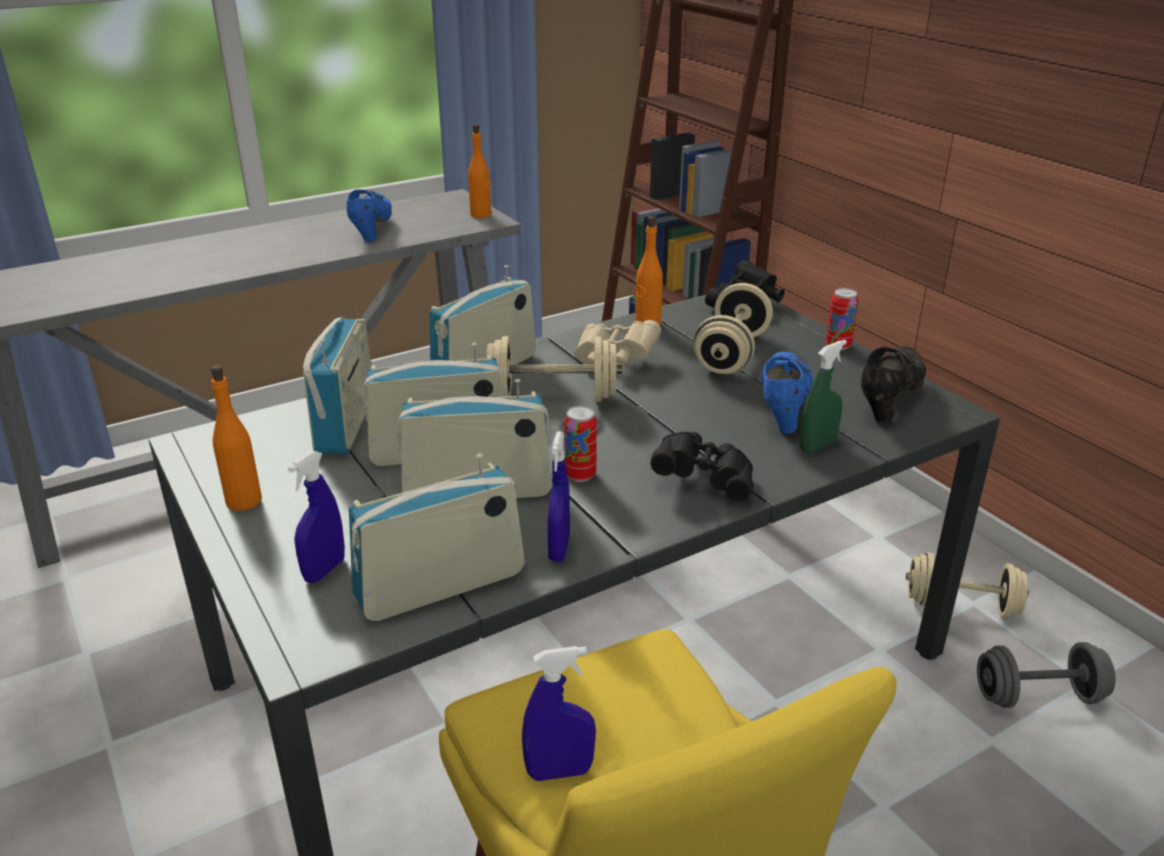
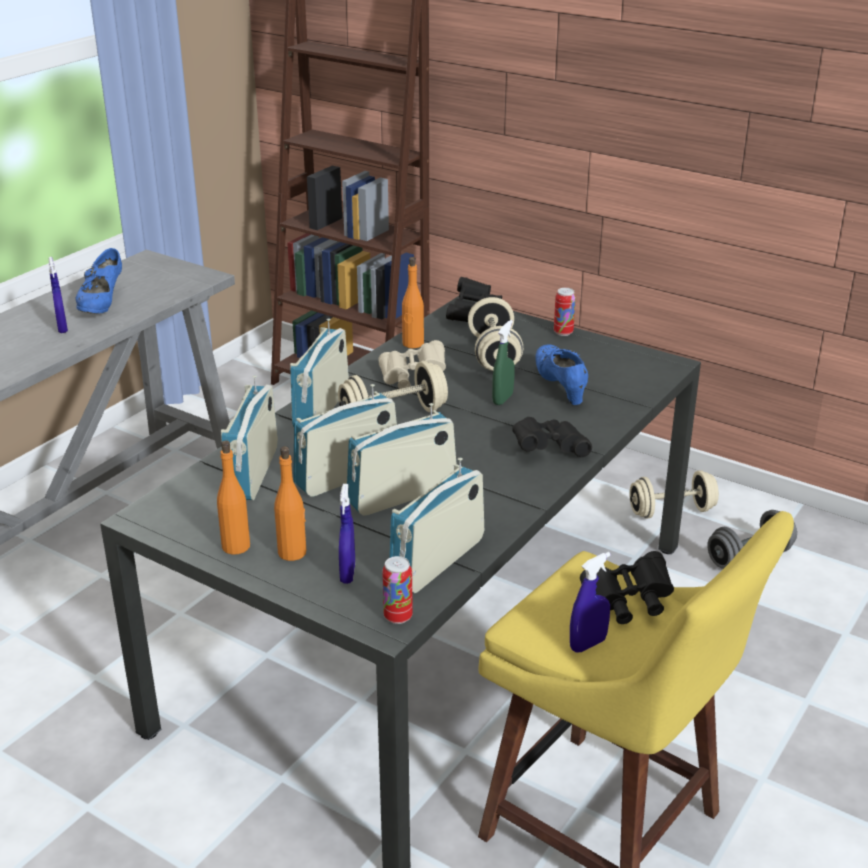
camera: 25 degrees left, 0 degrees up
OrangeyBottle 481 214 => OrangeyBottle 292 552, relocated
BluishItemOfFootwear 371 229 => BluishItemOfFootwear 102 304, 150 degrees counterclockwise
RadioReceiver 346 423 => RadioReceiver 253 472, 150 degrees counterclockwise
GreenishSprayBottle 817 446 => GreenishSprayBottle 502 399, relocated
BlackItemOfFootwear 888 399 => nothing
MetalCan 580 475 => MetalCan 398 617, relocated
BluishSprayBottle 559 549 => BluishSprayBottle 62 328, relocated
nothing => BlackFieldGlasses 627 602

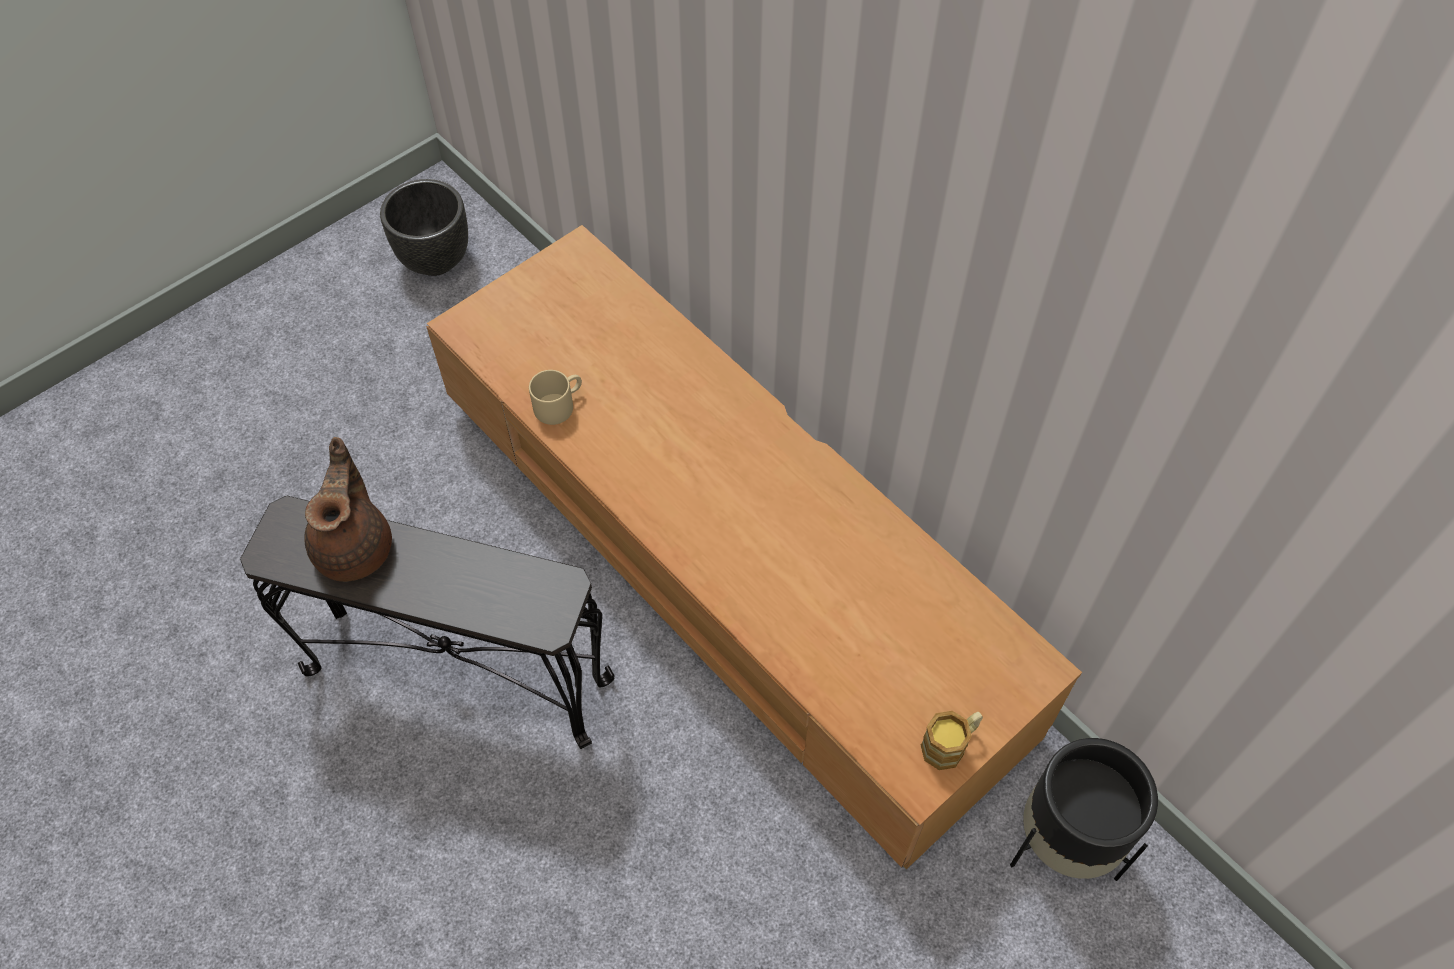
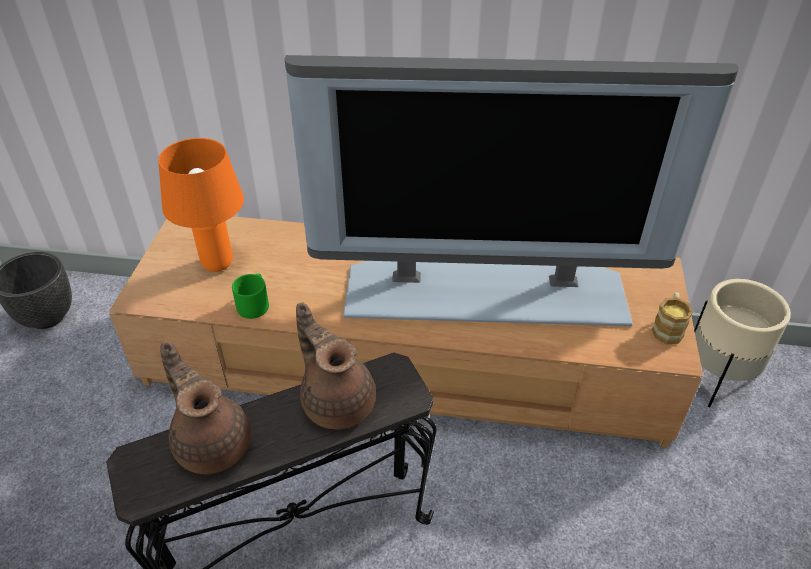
camera: 40 degrees left, 15 degrees down
BeigeTeaMug 559 404 => GreenishTeaMug 254 303
BlackPlanter 1064 844 => BeigePlanter 717 378
nothing => Tv 485 289
nothing => OrangeyLampForATable 218 263
nothing => BrownColouredPotForTea 337 401

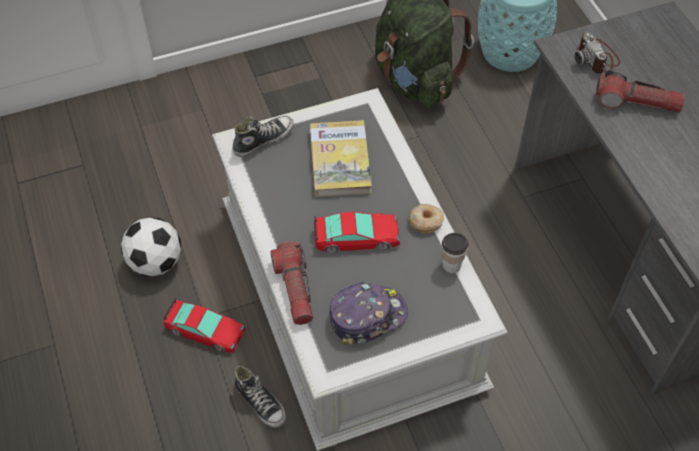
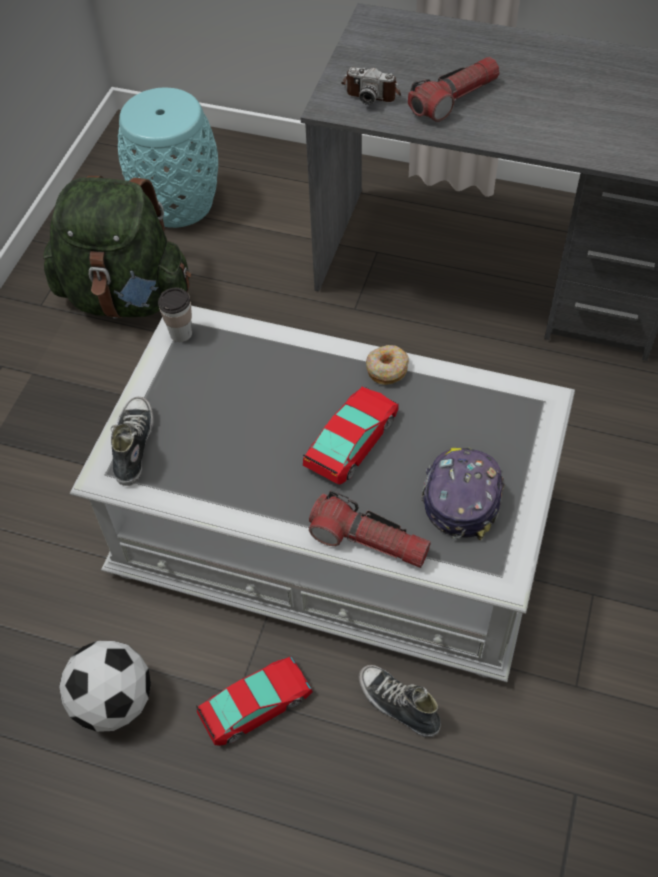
camera: 50 degrees left, 0 degrees up
Book 340 161 => nothing
DrinkingCup 451 265 => DrinkingCup 181 333, relocated
ItemOfFootwear 261 403 => ItemOfFootwear 398 704, 135 degrees counterclockwise

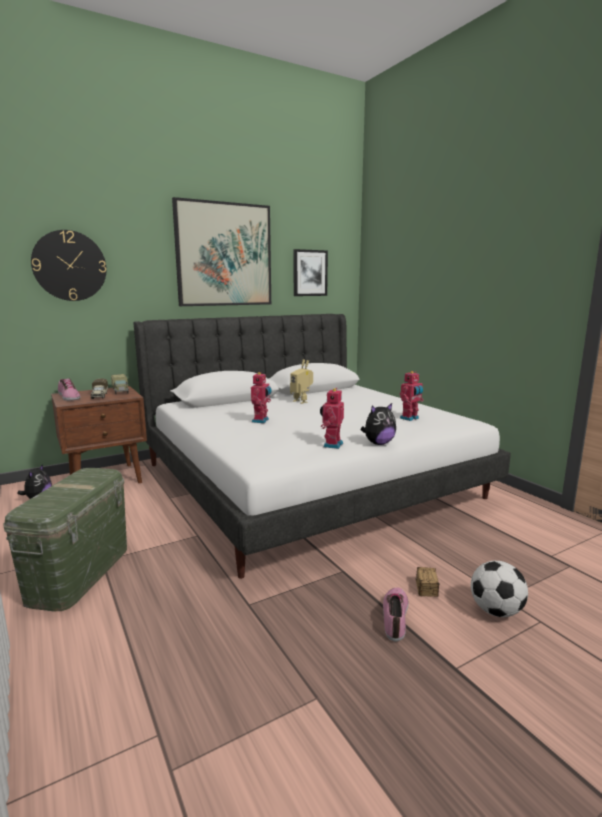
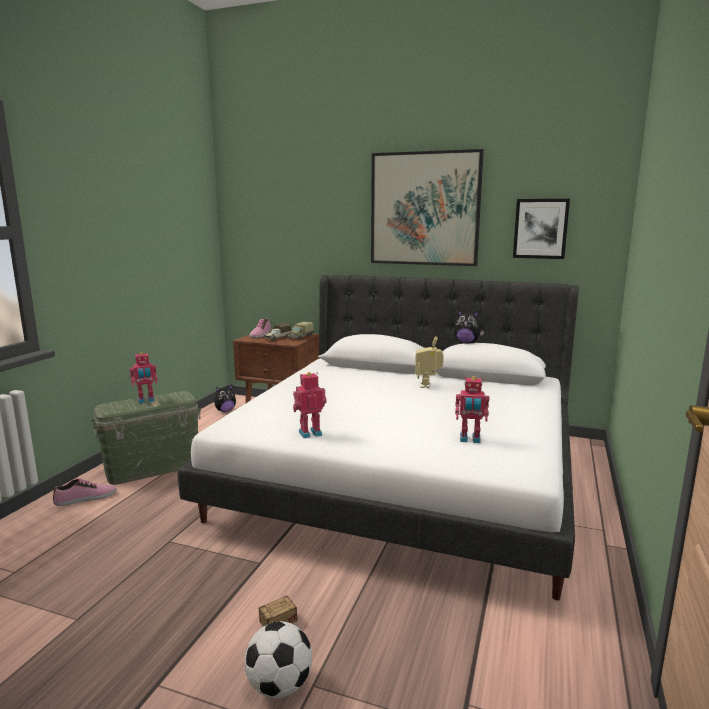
camera: 50 degrees right, 0 degrees up
HangingClock 69 266 => nothing
ModelRobot 261 421 => ModelRobot 146 400, relocated
PlushToy 378 443 => PlushToy 467 342, relocated
ItemOfFootwear 396 616 => ItemOfFootwear 86 498, relocated

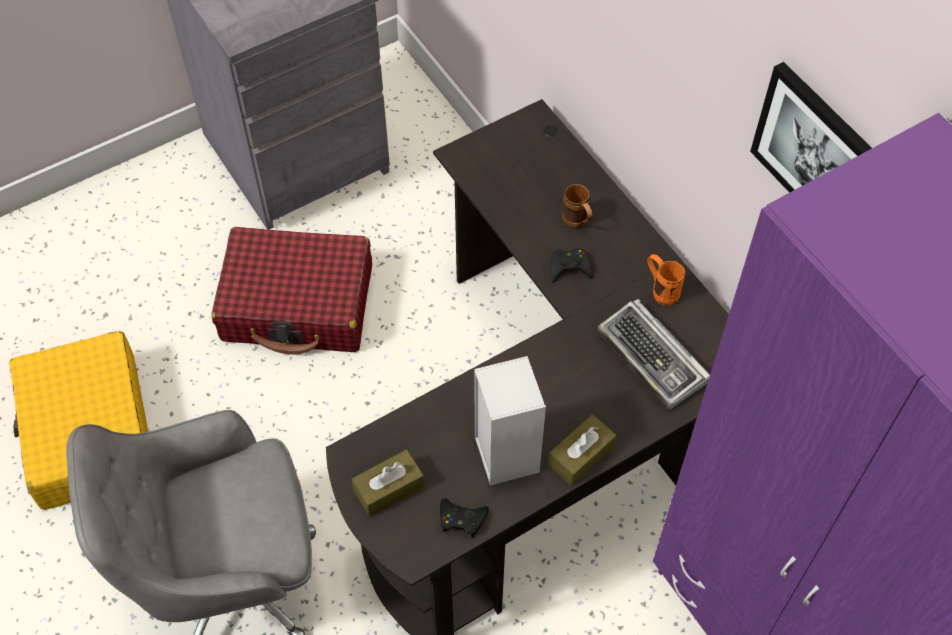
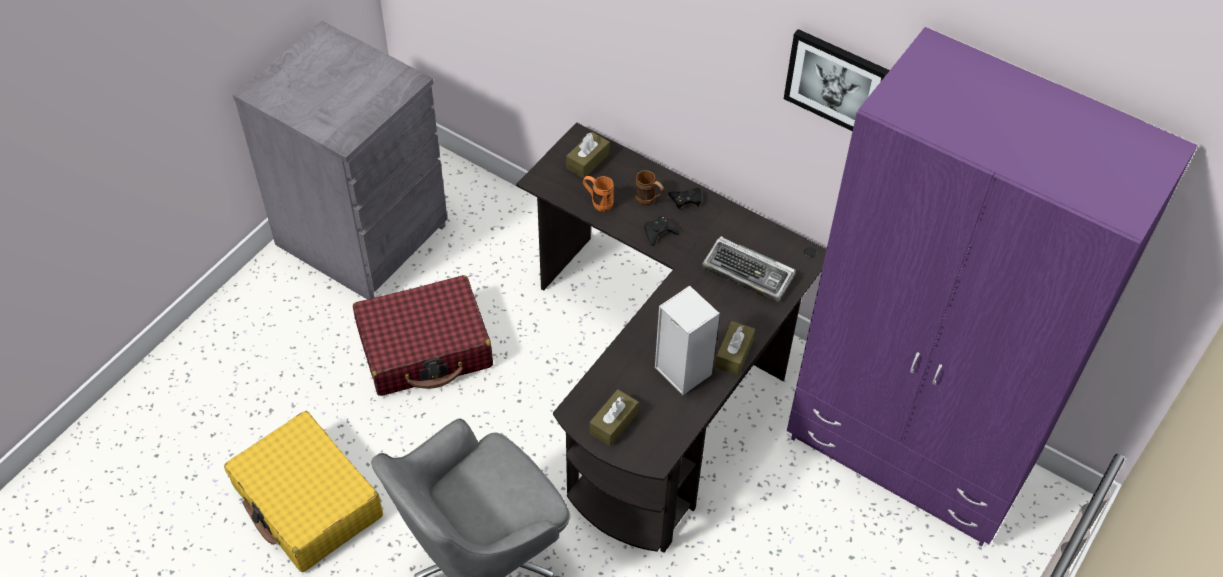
camera: 25 degrees left, 5 degrees down
OrangeyTeaMug 661 290 => OrangeyTeaMug 598 202, relocated
BlackJoypad 462 519 => BlackJoypad 686 200, relocated
nothing => BrownColouredTissueHolder 587 161

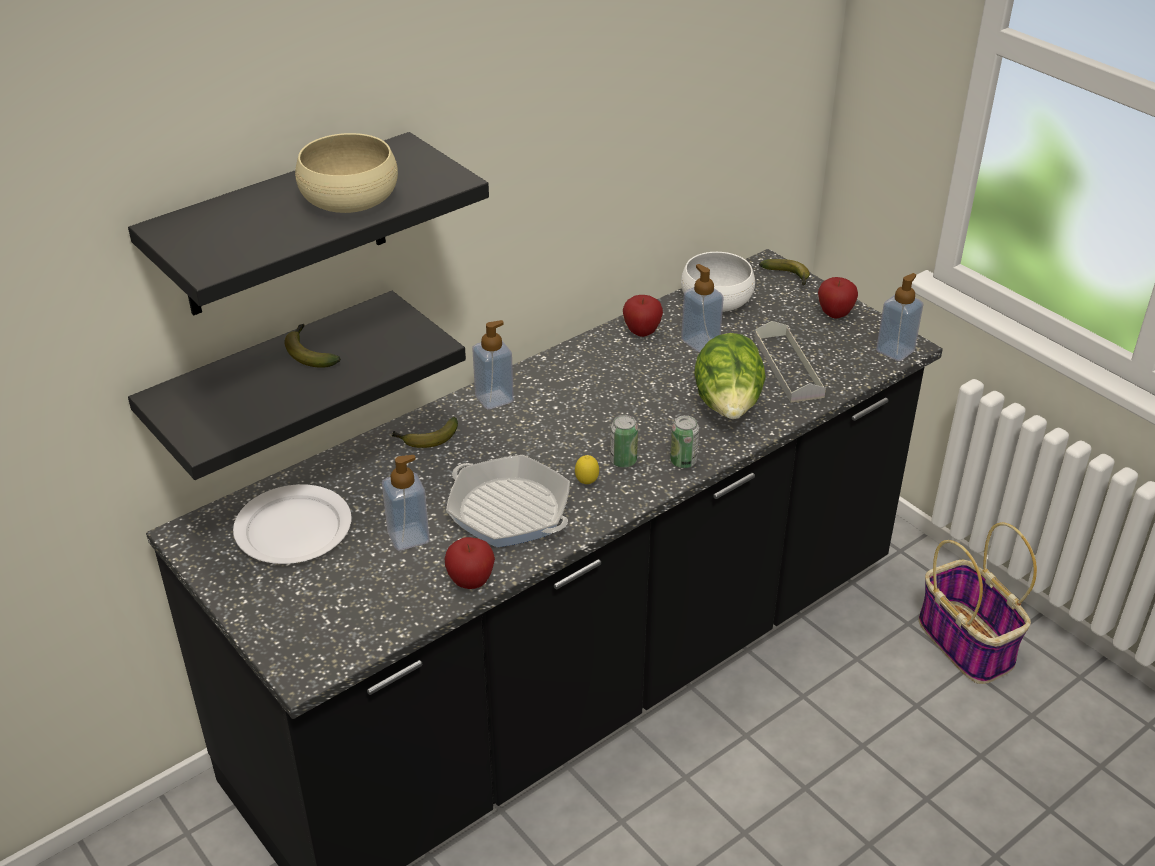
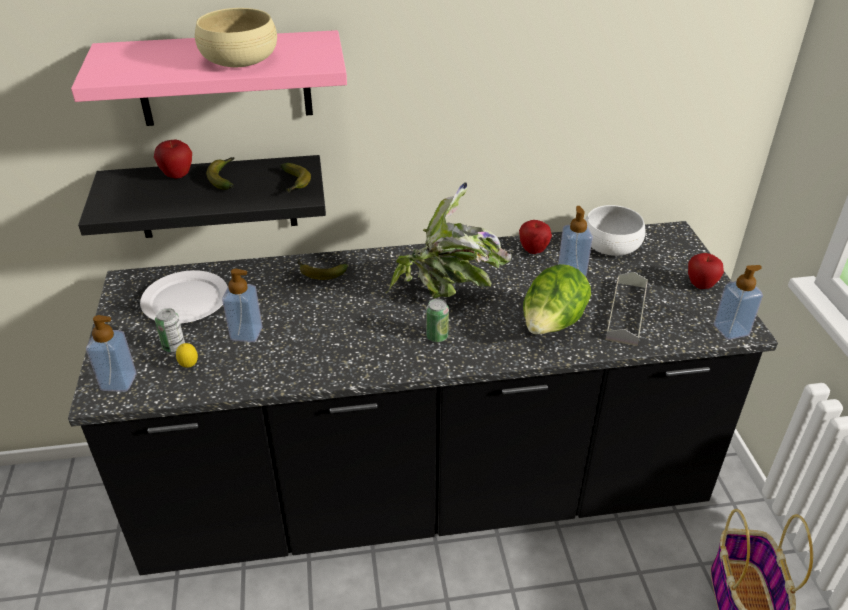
camera: 30 degrees right, 0 degrees up
BlackBracketShelf 284 227 => PinkishBracketShelf 224 79
Banana 788 277 => Banana 294 183, relocated
SoapDispenser 494 398 => SoapDispenser 119 382, relocated
MetalCan 683 461 => MetalCan 174 346, relocated
Skillet 509 510 => nothing
Lemon 586 483 => Lemon 189 366, relocated
WholeApple 471 582 => WholeApple 177 176, relocated
nothing => PlantInAPot 446 291

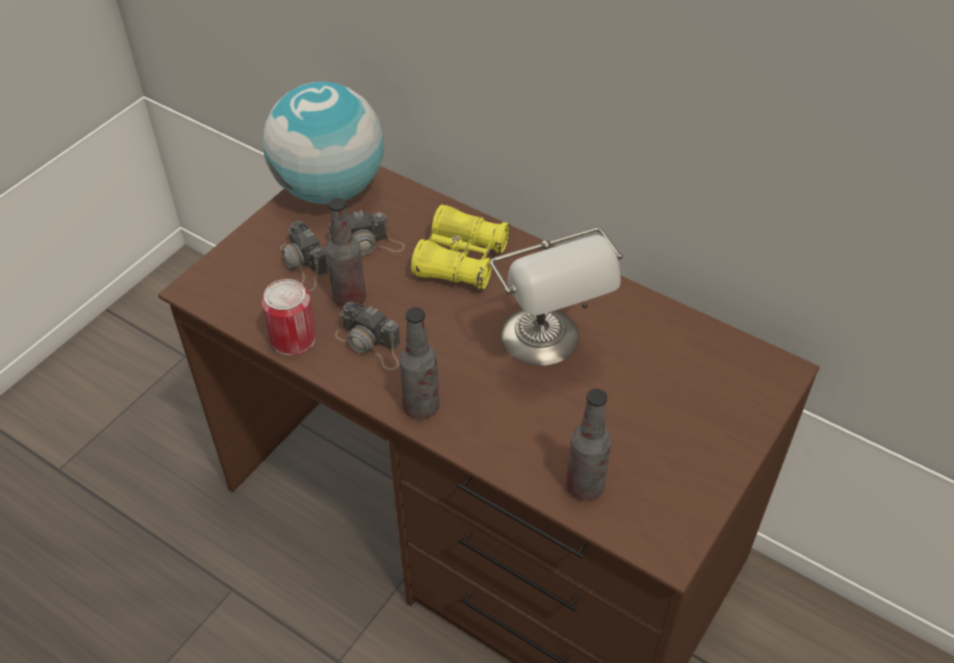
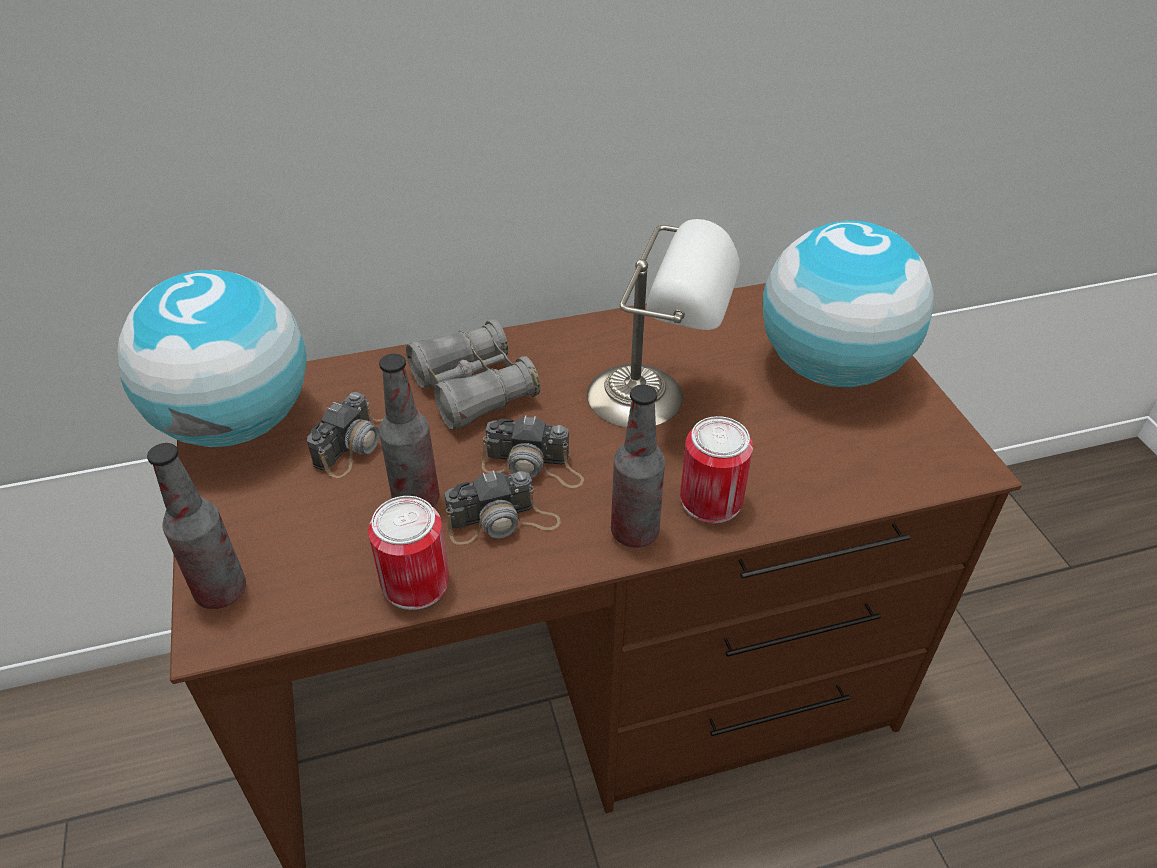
camera: 50 degrees left, 5 degrees down
YellowFieldGlasses 461 260 => GrayFieldGlasses 473 389
PhotoCamera 303 264 => PhotoCamera 533 466, relocated
Bottle 585 486 => Bottle 221 591, relocated
nothing => WorldGlobe 831 368
nothing => MetalCan 711 500

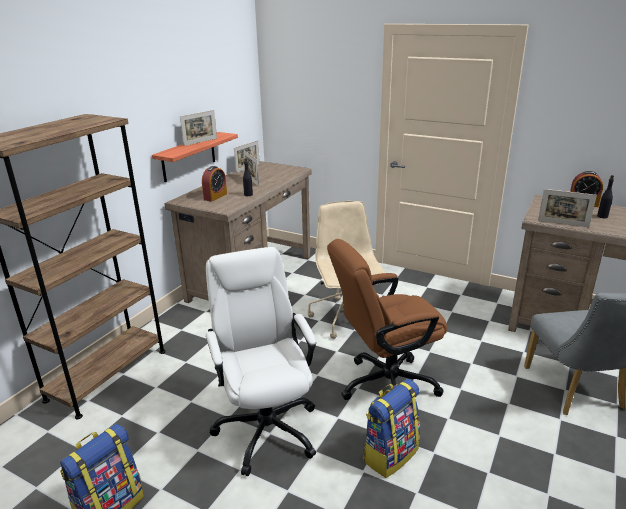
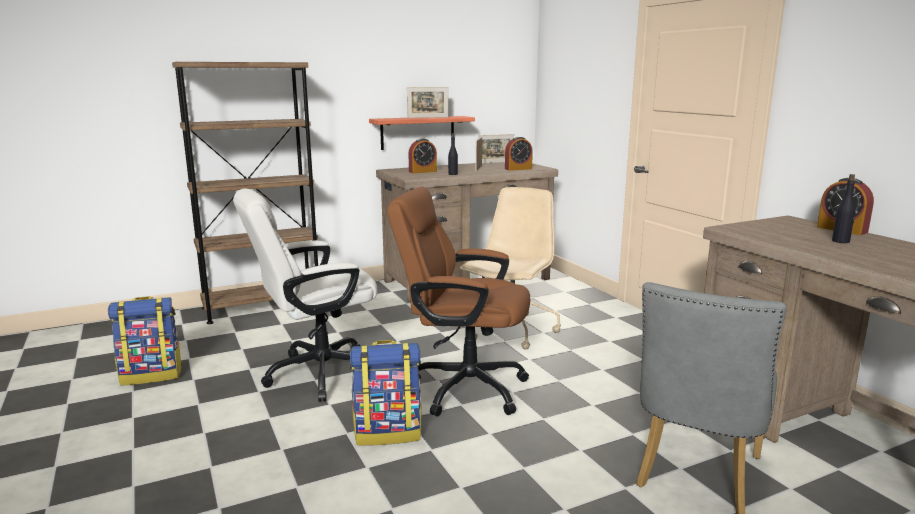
camera: 35 degrees right, 10 degrees down
PictureFrame 563 223 => nothing
WhiteOfficeChair 265 428 => WhiteOfficeChair 316 375, 135 degrees counterclockwise
nothing => AlarmClock 518 169

